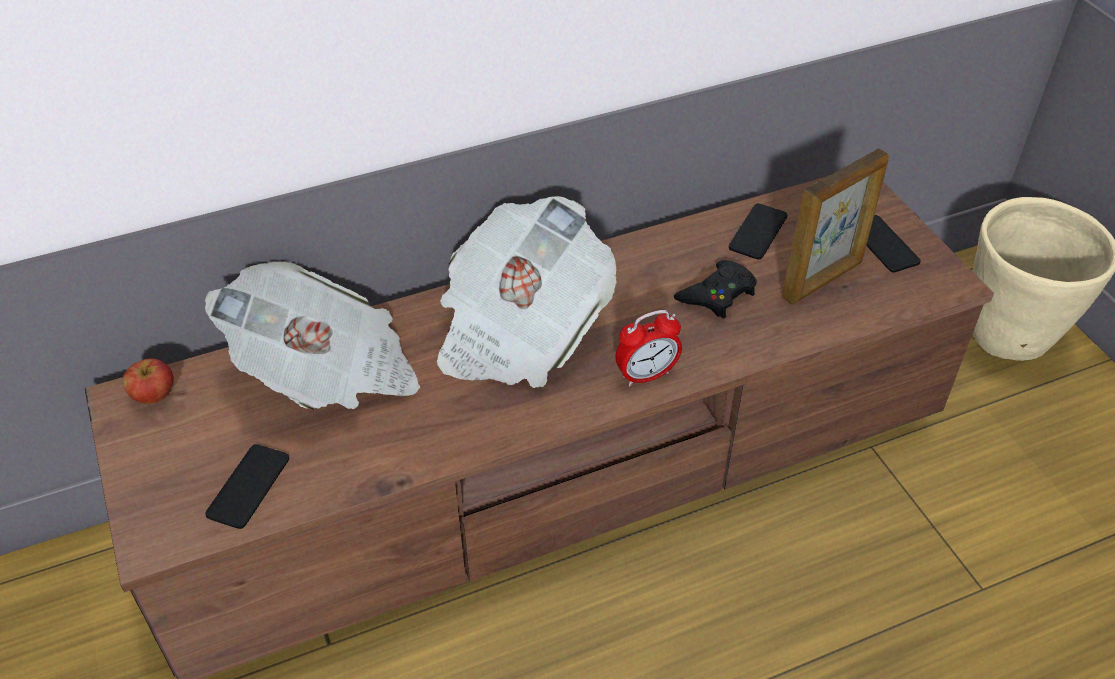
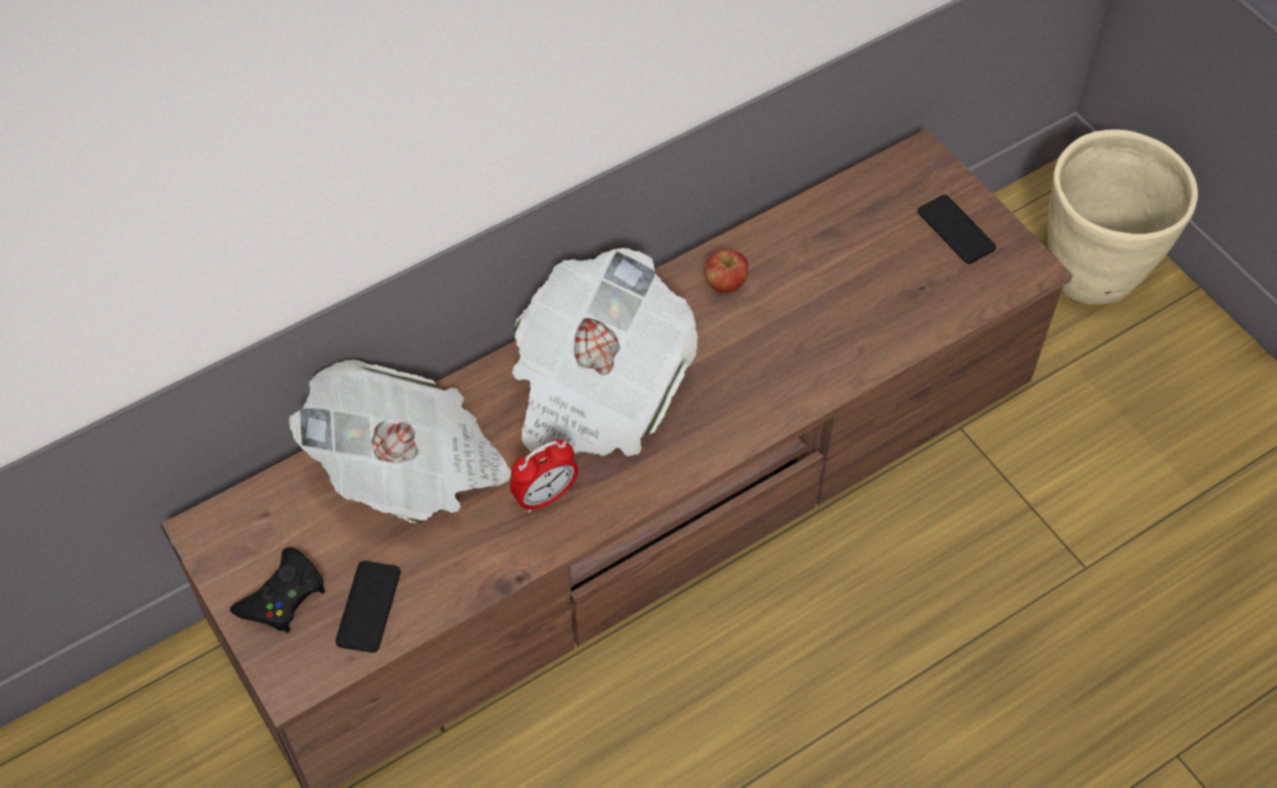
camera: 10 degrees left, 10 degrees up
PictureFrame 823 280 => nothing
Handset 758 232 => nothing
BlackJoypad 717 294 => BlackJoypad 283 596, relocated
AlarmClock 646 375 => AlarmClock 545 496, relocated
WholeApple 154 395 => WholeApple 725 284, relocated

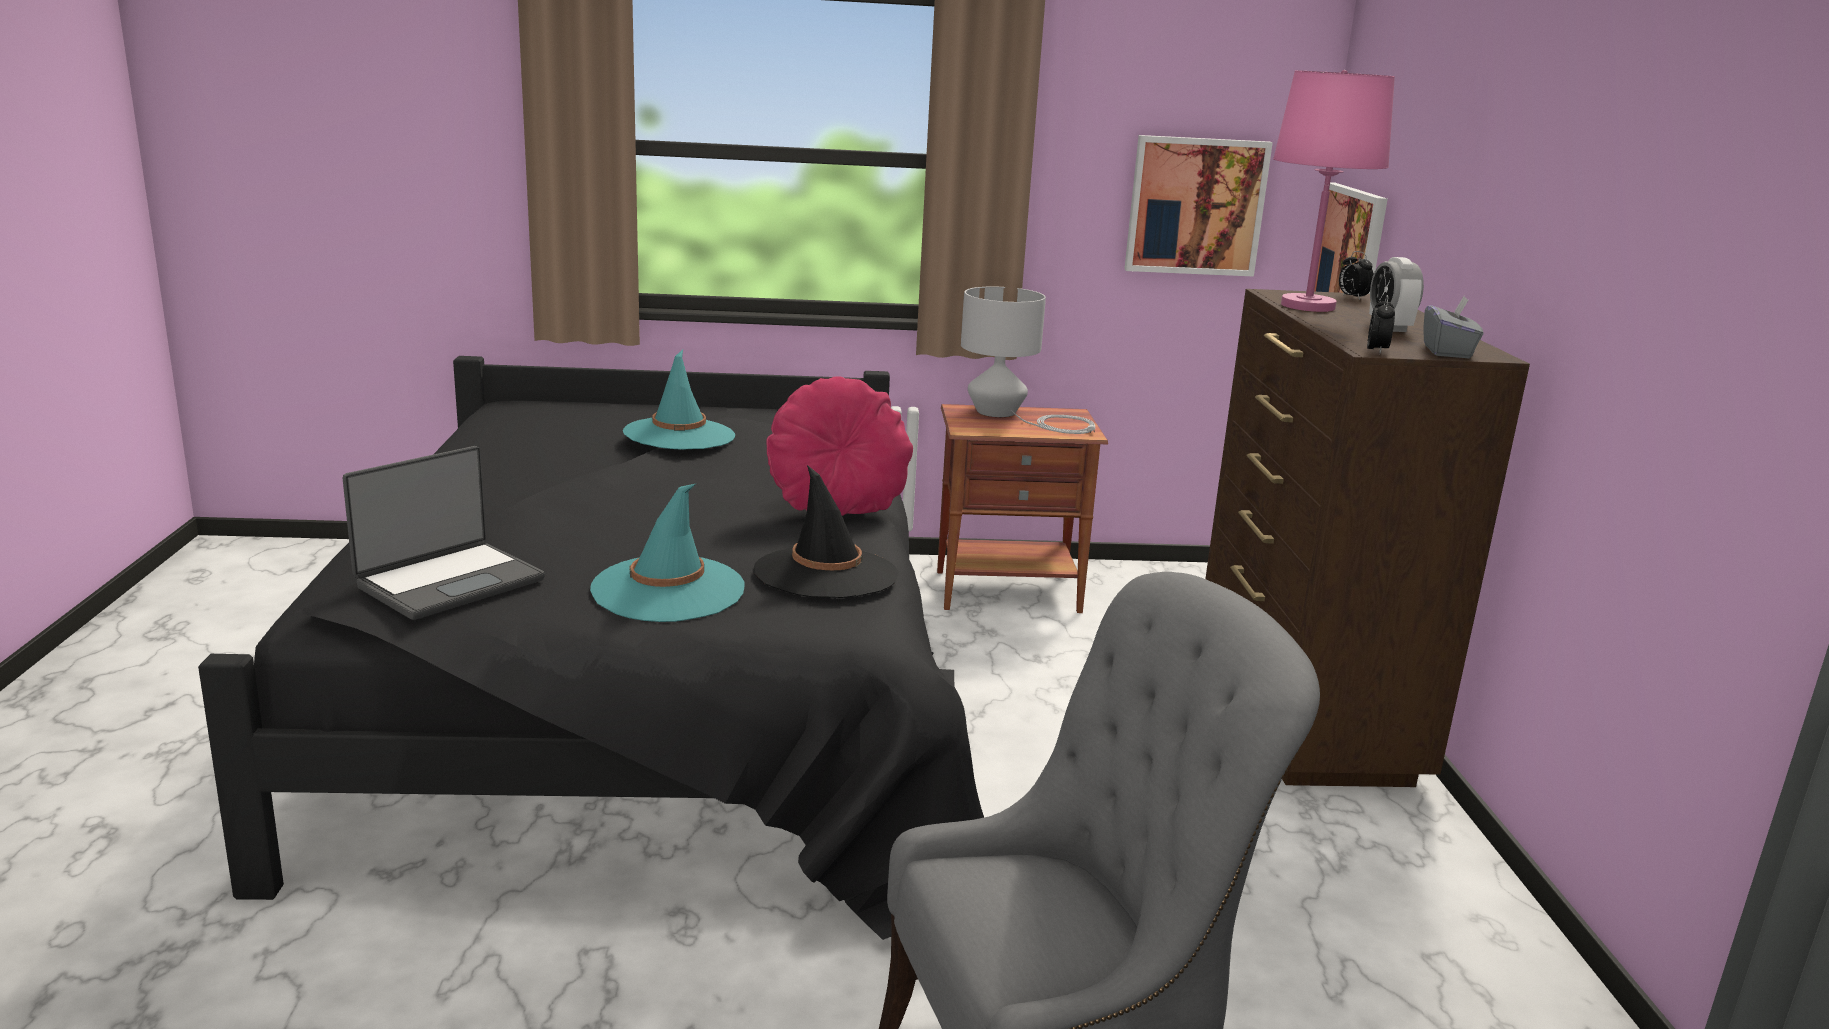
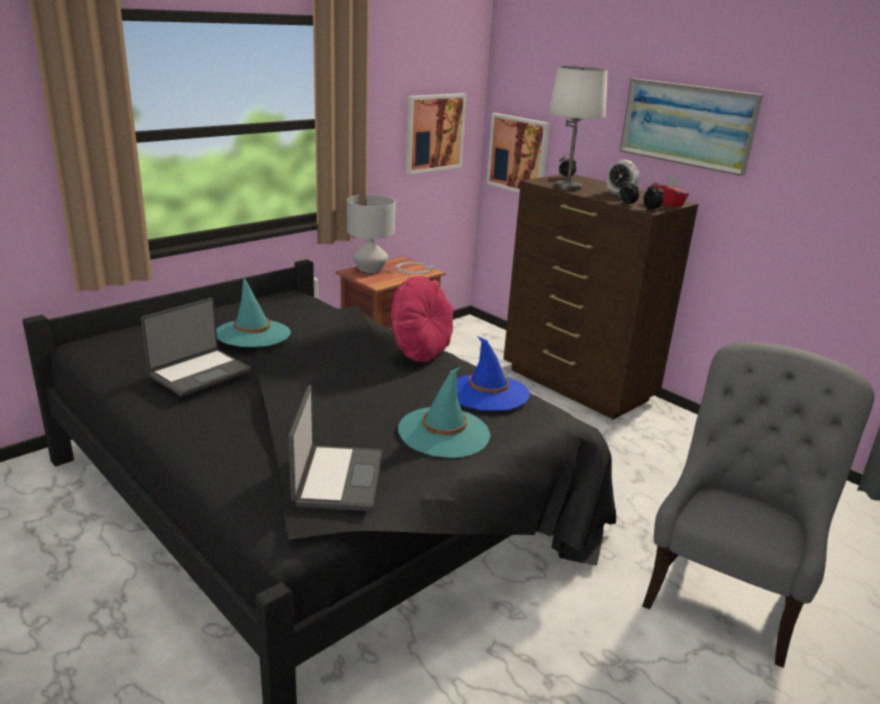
camera: 40 degrees left, 5 degrees up
PinkishLampForATable 1308 306 => WhiteLampForATable 568 187
GrayTissueHolder 1447 352 => RedTissueHolder 667 204
BlackHat 826 574 => BluishHat 487 393
nothing => WallArt 687 124
nothing => AlarmClock 626 204
nothing => NotebookComputer 199 373

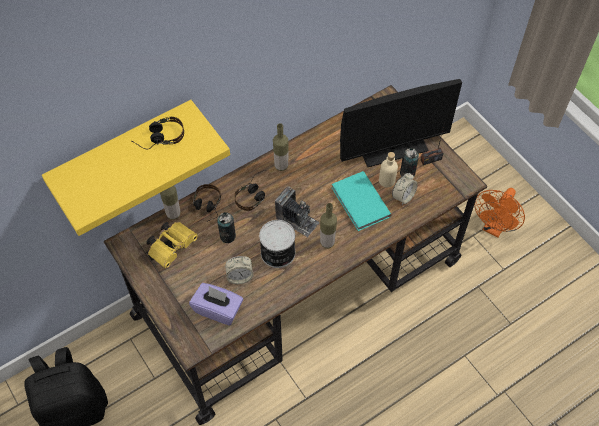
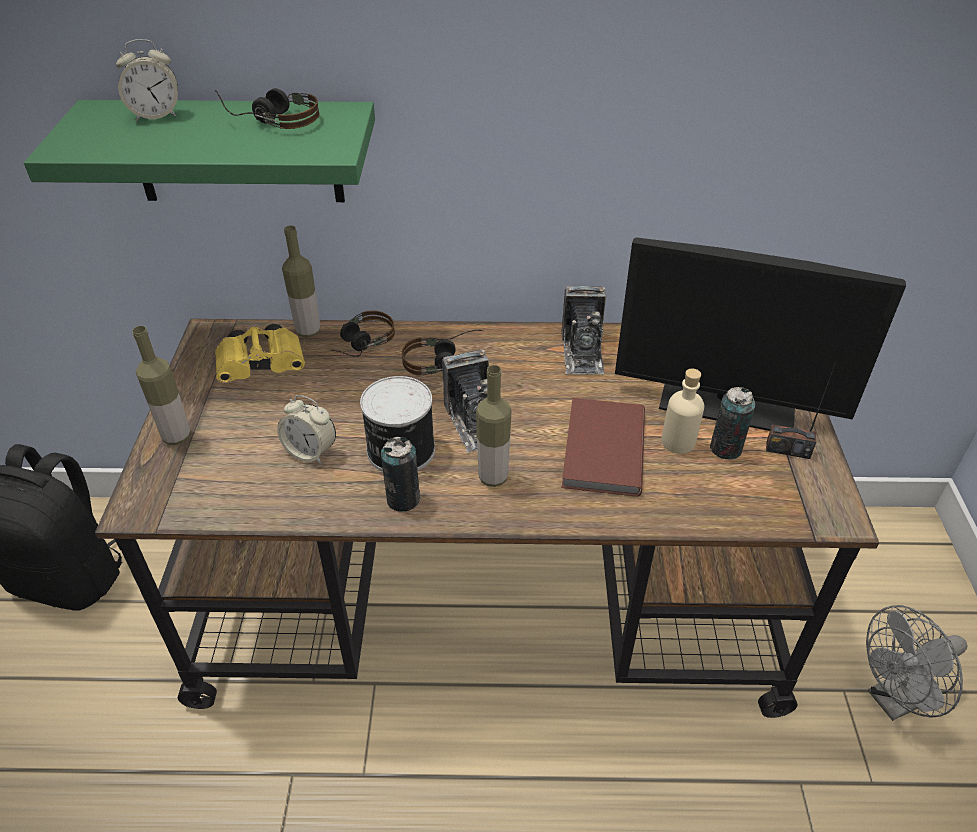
camera: 35 degrees right, 15 degrees down
YellowBracketShelf 123 154 => GreenishBracketShelf 236 152
Bottle 281 166 => Bottle 176 437, relocated
BlueGreenBook 359 203 => BrownColouredBook 601 450
AlarmClock 403 196 => AlarmClock 156 115, relocated
OrangeyElectricFan 494 227 => GrayElectricFan 894 700
MetalCan 227 236 => MetalCan 403 499, relocated
PurpleTissueHolder 218 309 => nothing
nothing => PhotoCamera 582 352

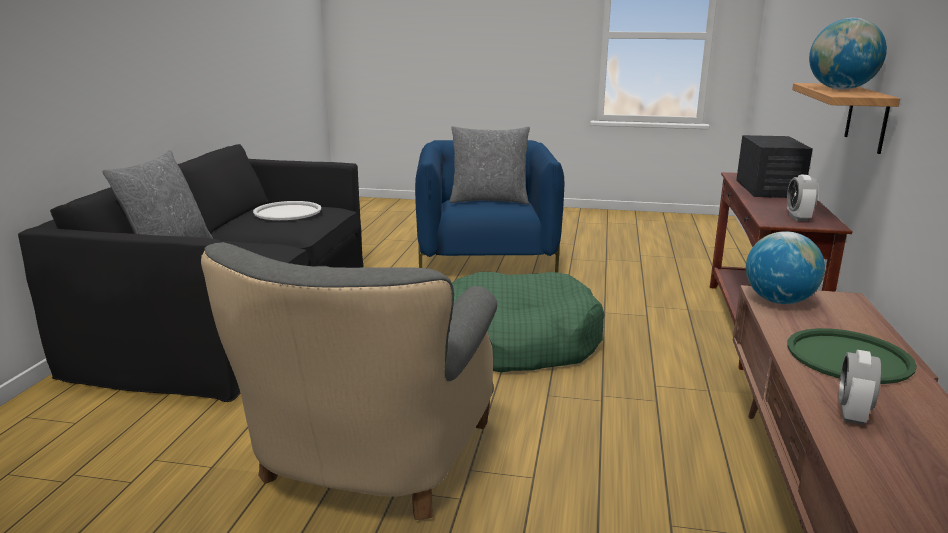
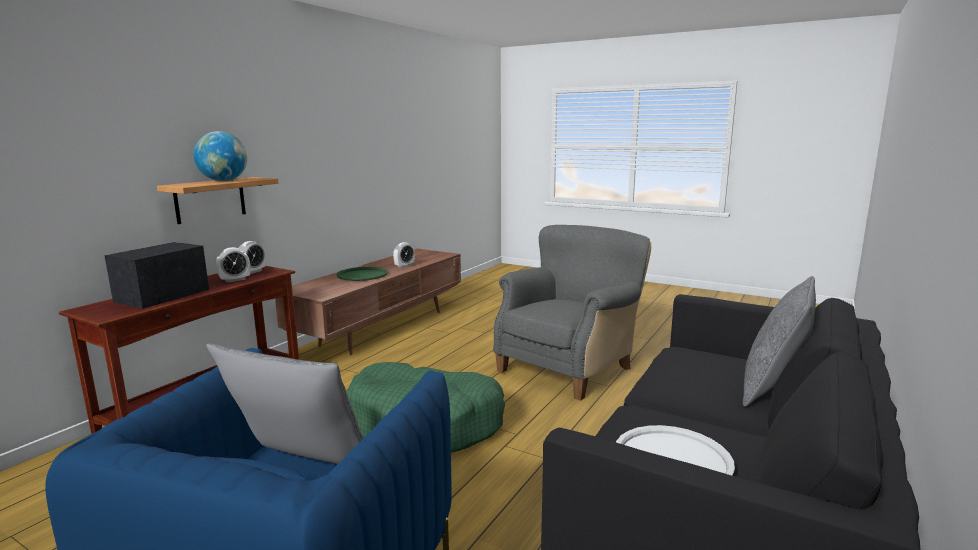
camera: 160 degrees left, 5 degrees down
WorldGlobe 778 301 => nothing
nothing => AlarmClock 235 280

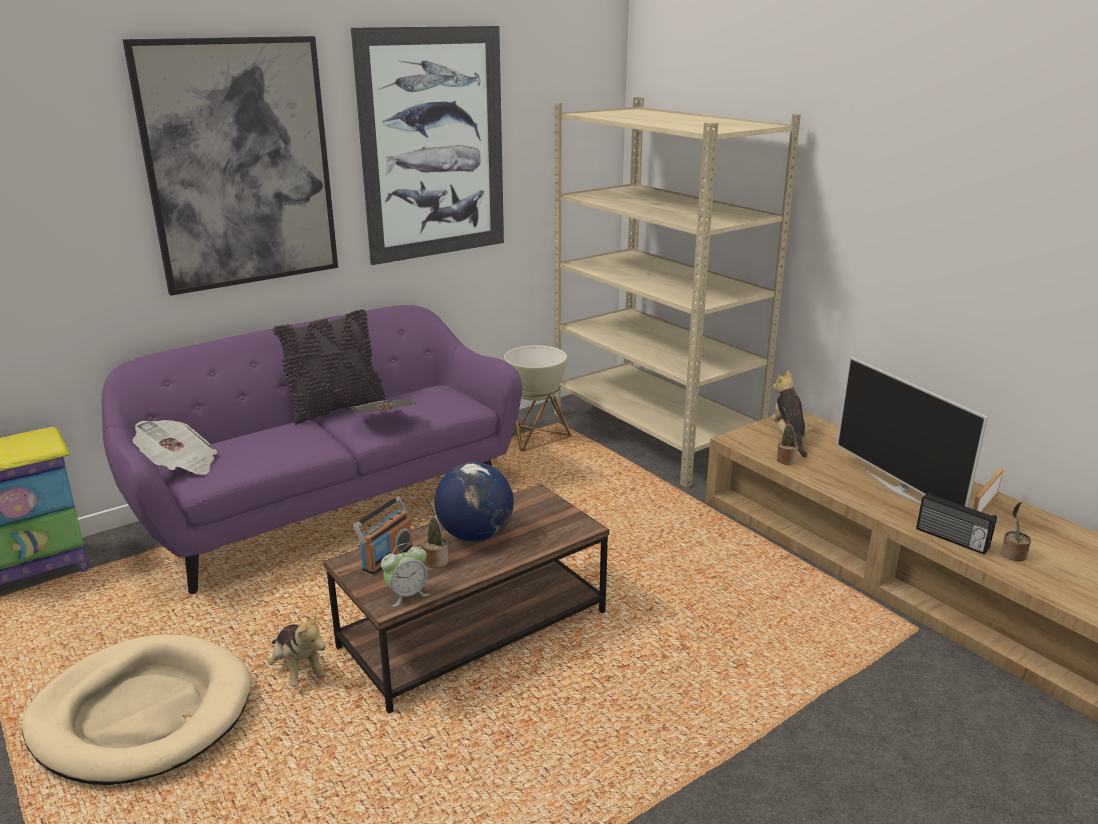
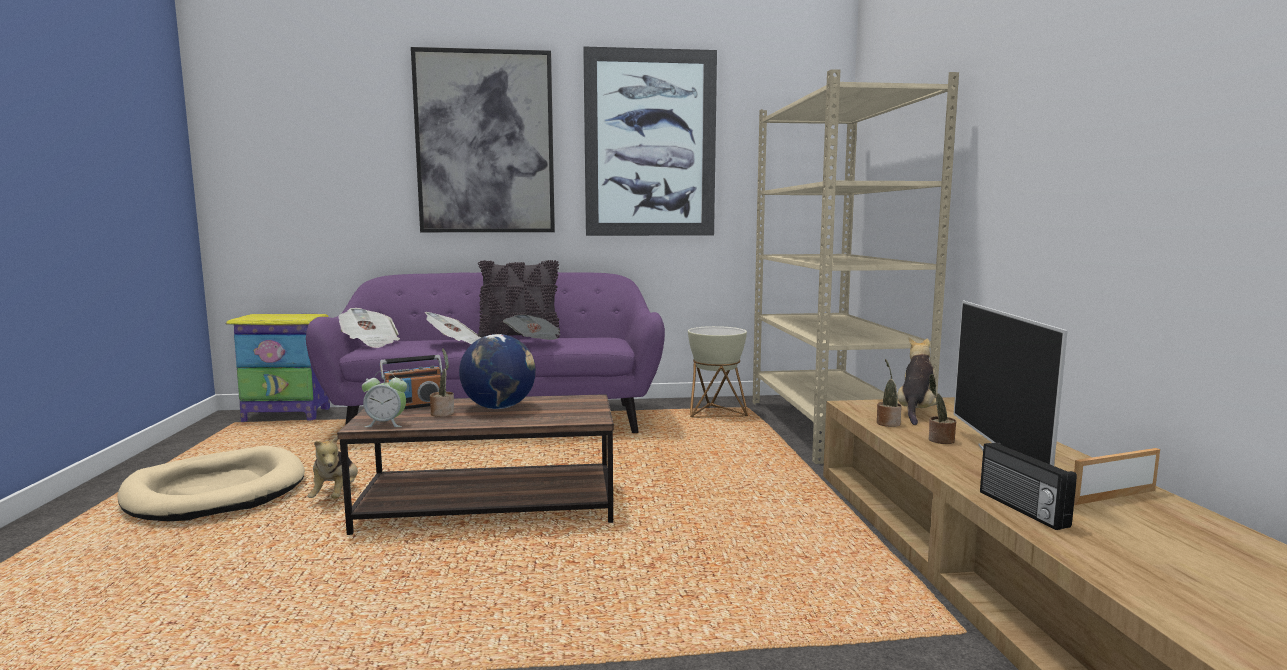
camera: 30 degrees right, 15 degrees down
PlantInAPot 1012 555 => PlantInAPot 939 440, relocated
nothing => DailyPaper 457 345

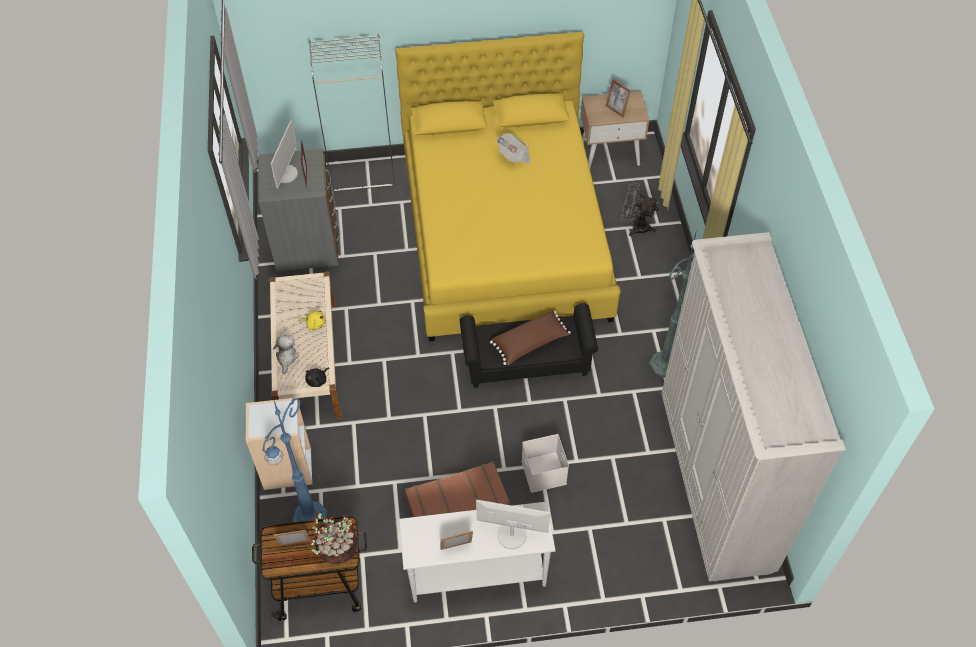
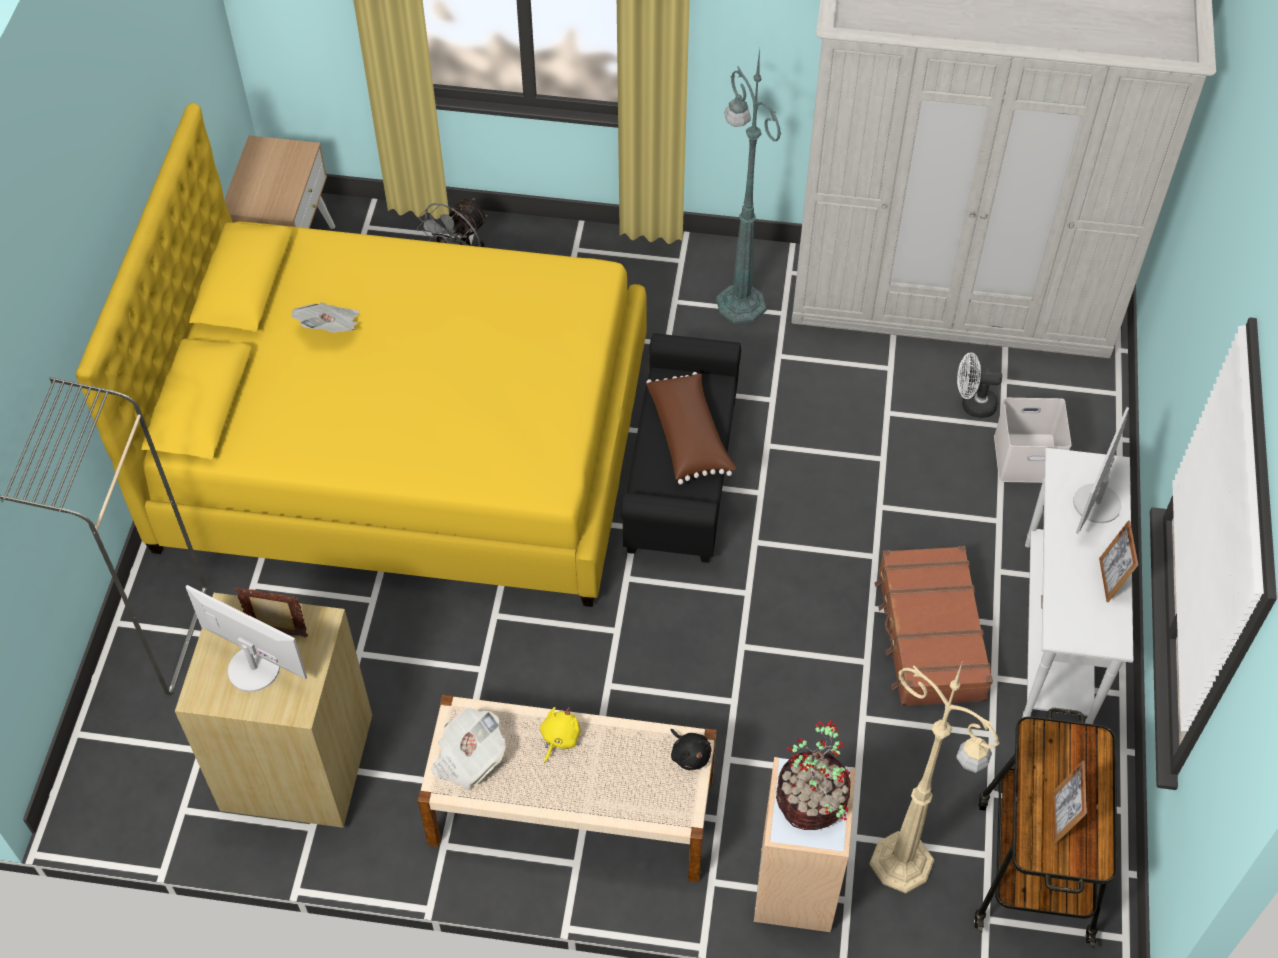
camera: 75 degrees left, 0 degrees up
PictureFrame 616 110 => nothing
GrayDrawerChest 308 248 => BrownColouredDrawerChest 299 766
PlushToy 286 357 => nothing
BluishStandingLamp 309 518 => BeigeStandingLamp 904 865
WhiteStorageContainer 543 471 => WhiteStorageContainer 1025 459, relocated
PlantInAPot 336 548 => PlantInAPot 812 802, relocated
nothing => WhiteElectricFan 972 404
nothing => DailyPaper 468 758

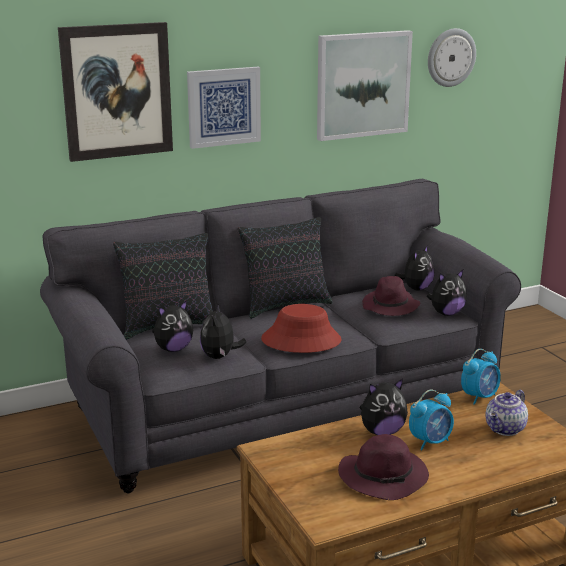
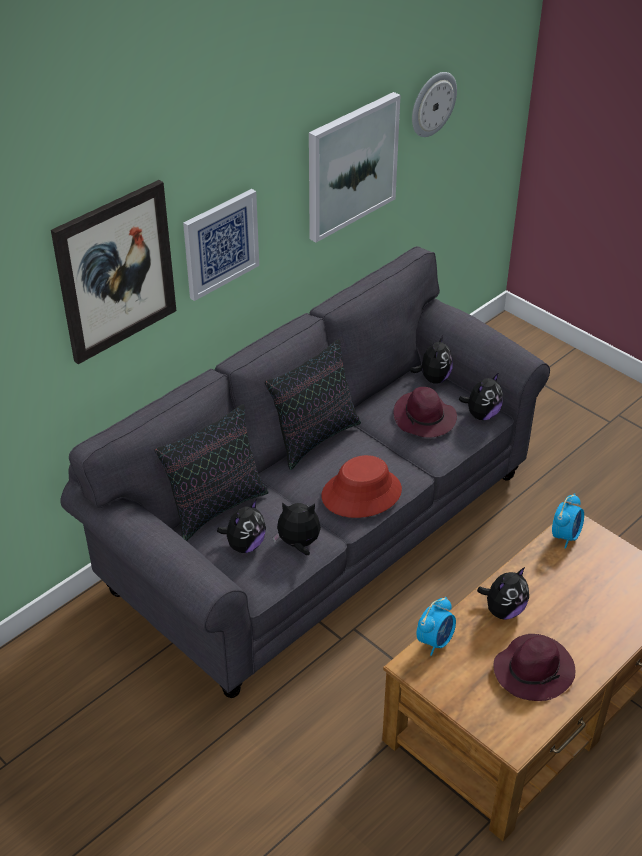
camera: 20 degrees left, 20 degrees up
PlushToy 220 357 => PlushToy 298 544, 105 degrees clockwise
AlarmClock 430 442 => AlarmClock 435 641, relocated
PotForTea 506 429 => nothing

